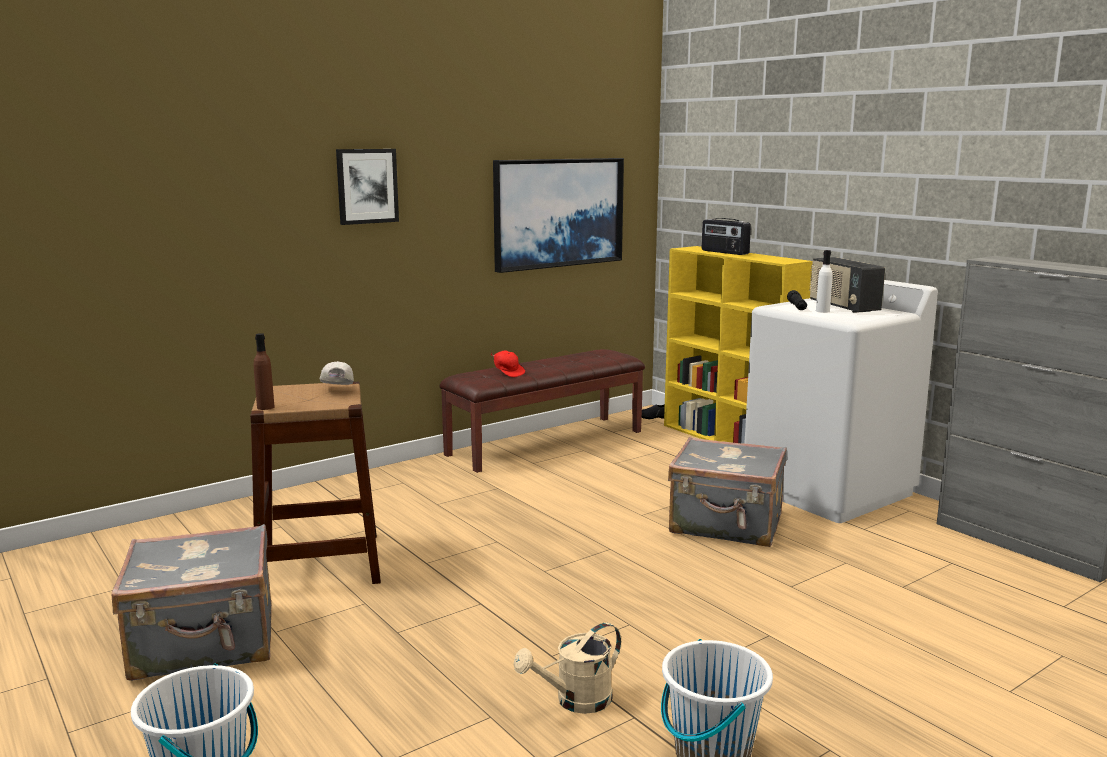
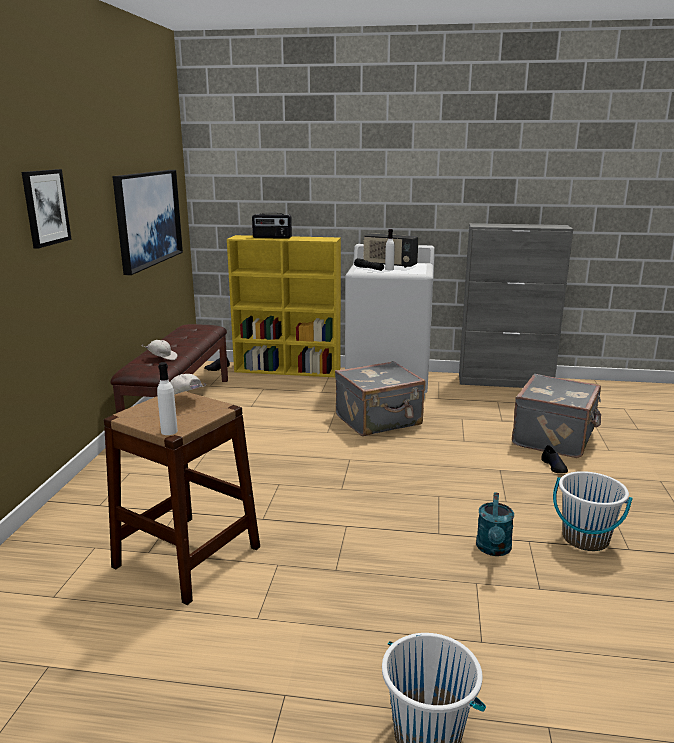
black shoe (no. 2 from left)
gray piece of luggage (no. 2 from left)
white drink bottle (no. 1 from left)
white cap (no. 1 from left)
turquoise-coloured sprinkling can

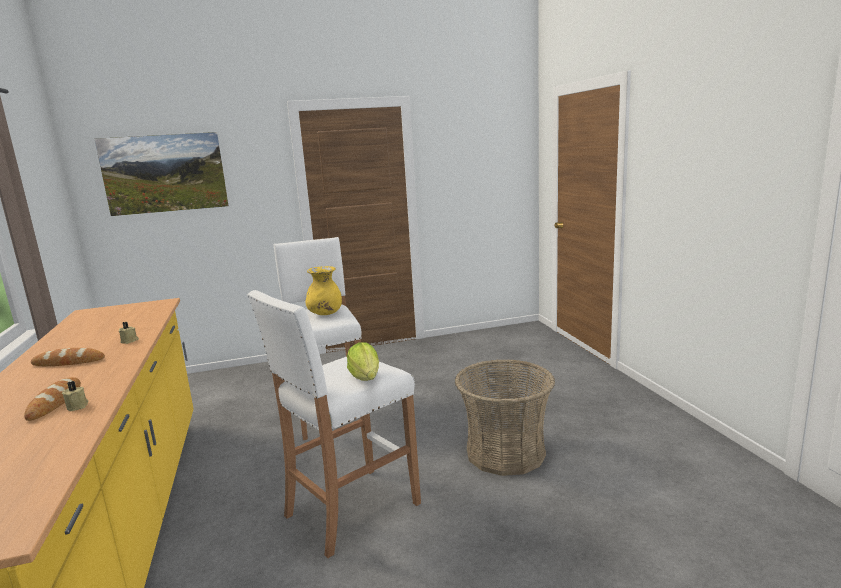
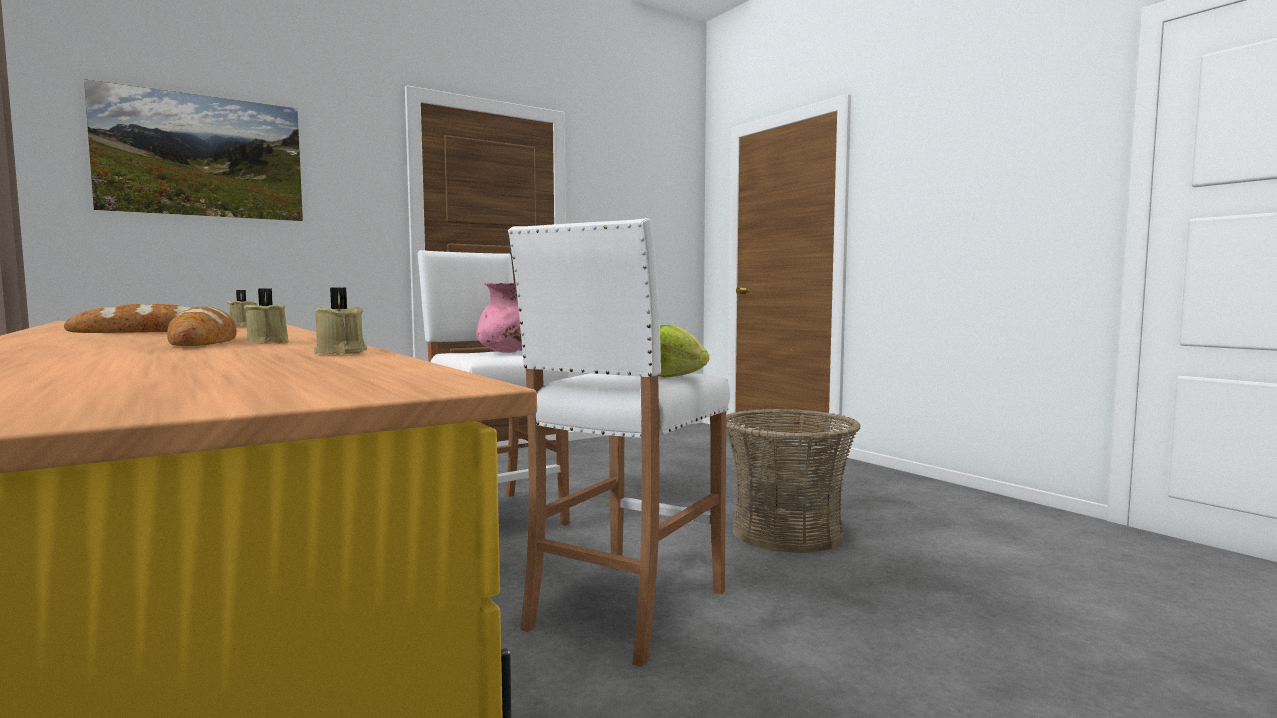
beige-coloured wax candle (no. 3 from left)
pink flower vase

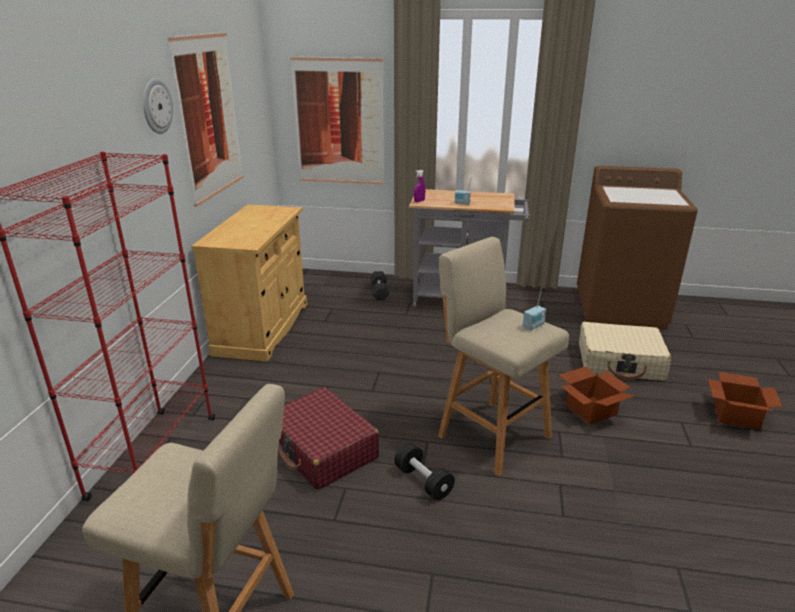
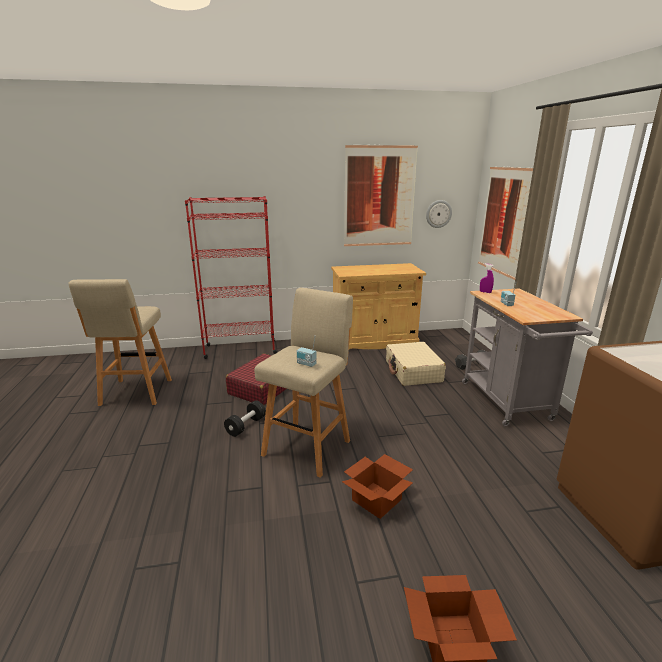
hanging clock
beige-coloured piece of luggage

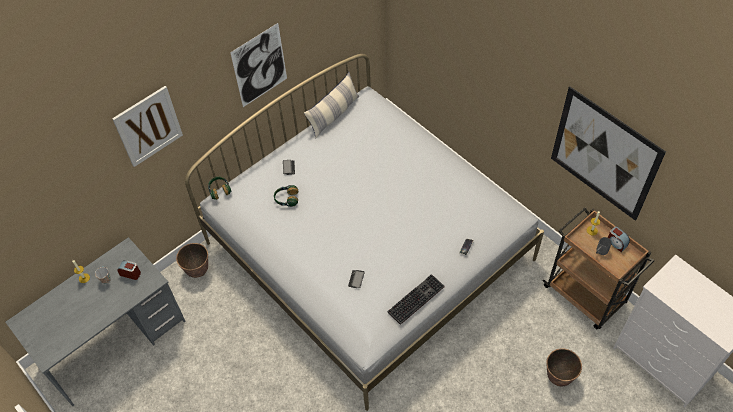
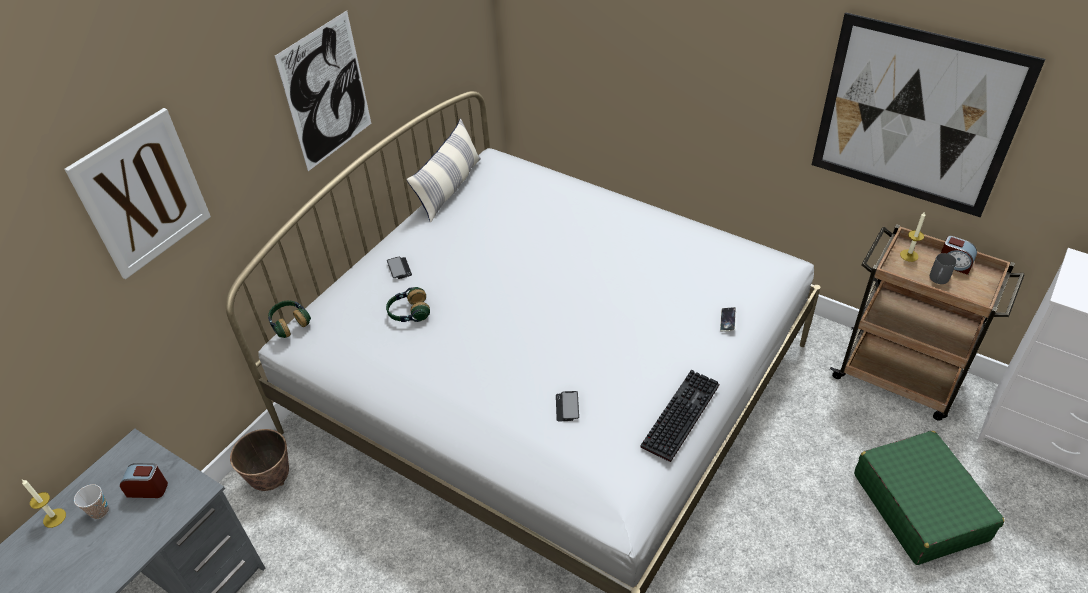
green-coloured piece of luggage

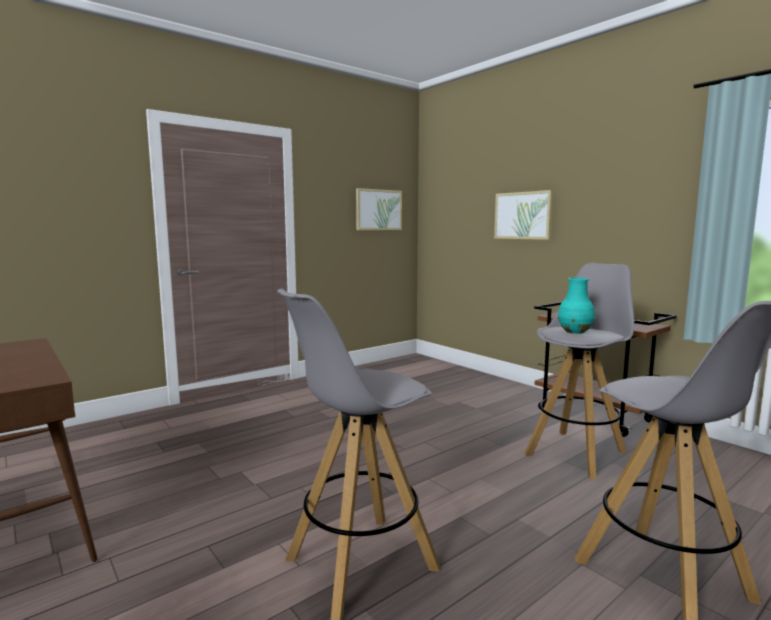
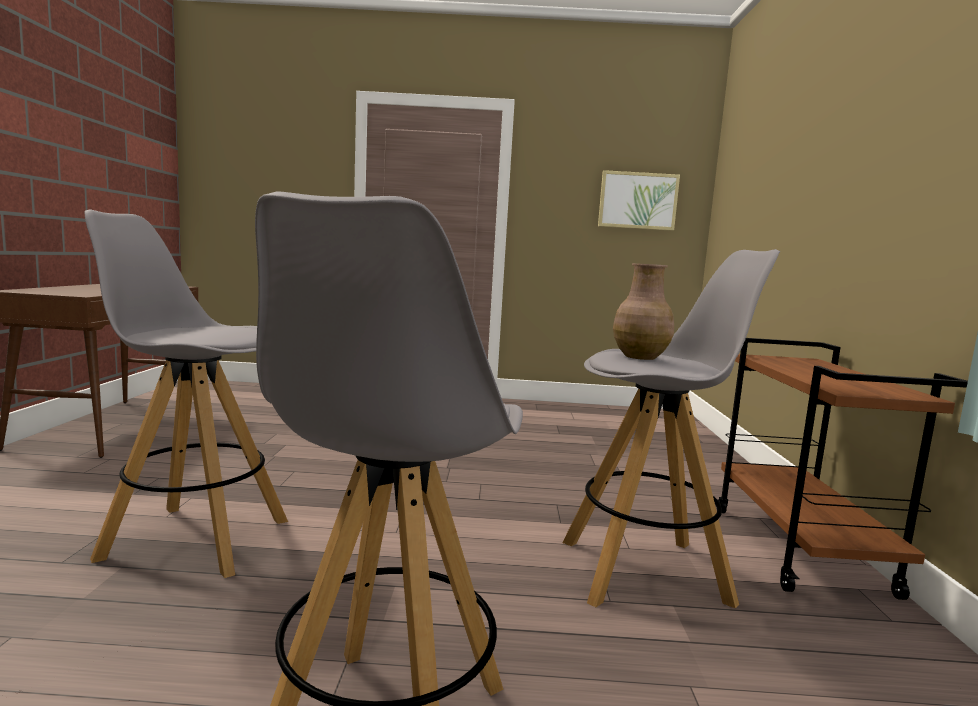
wall art (no. 2 from left in the first image)
brown-coloured flower vase

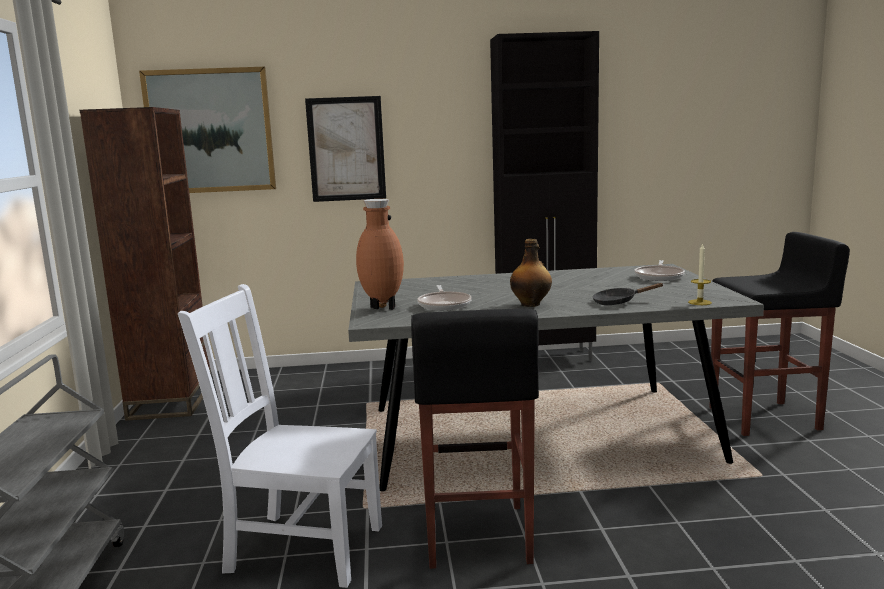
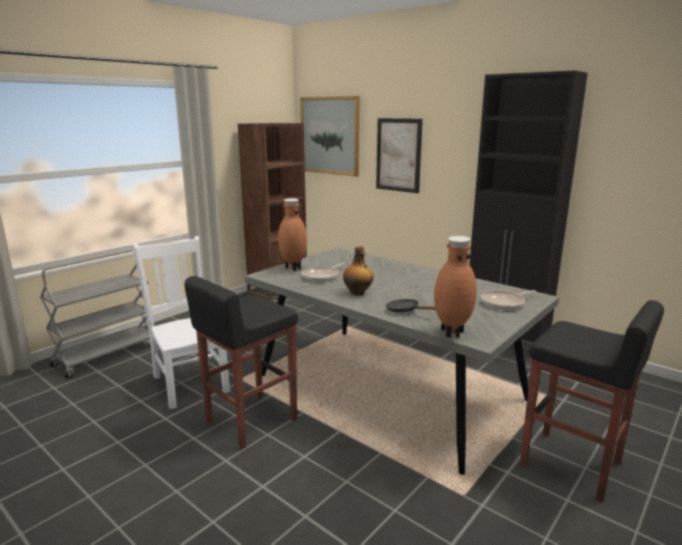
brown-coloured flower vase (no. 2 from left)

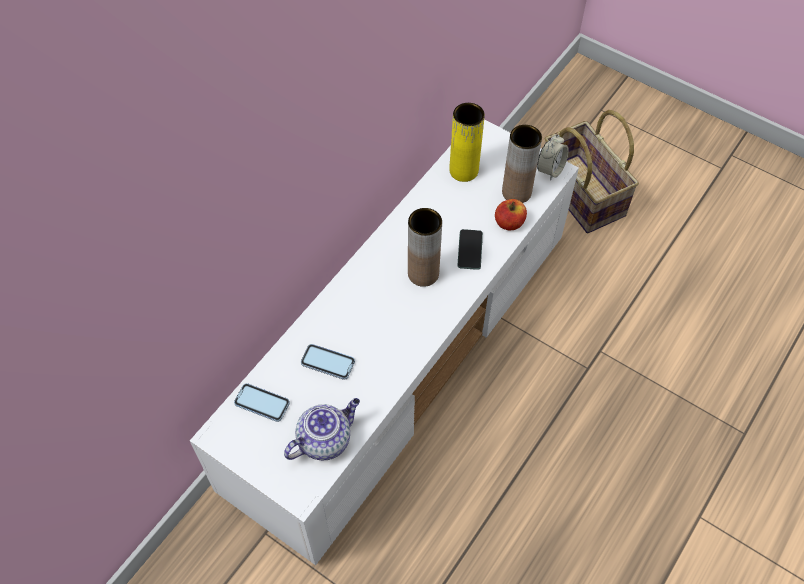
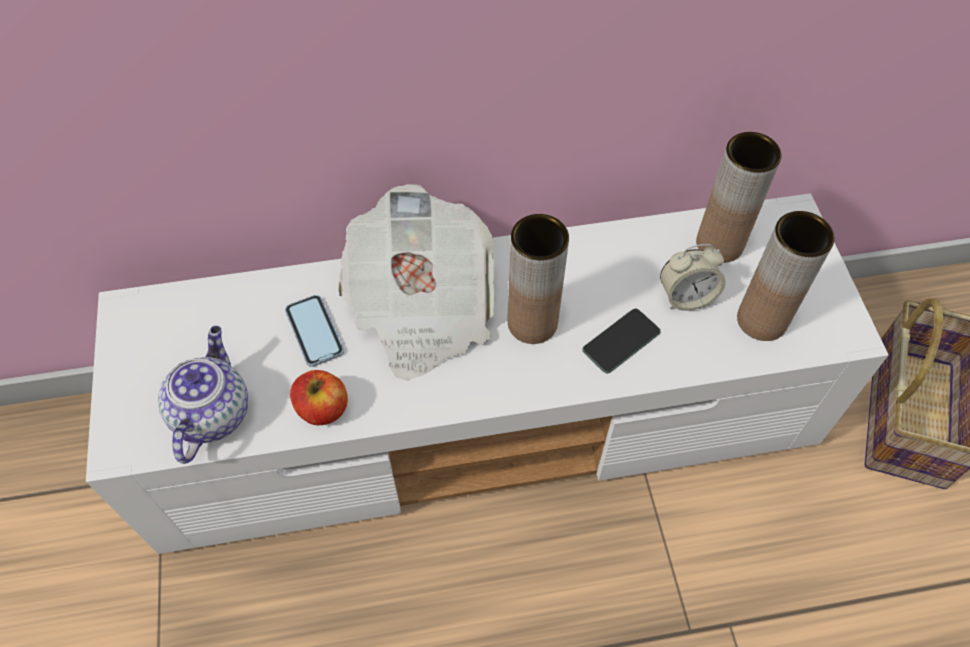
handset (no. 1 from left in the first image)
daily paper
apple fruit
bedside clock
brown-coloured flower vase (no. 2 from left)
tea pot

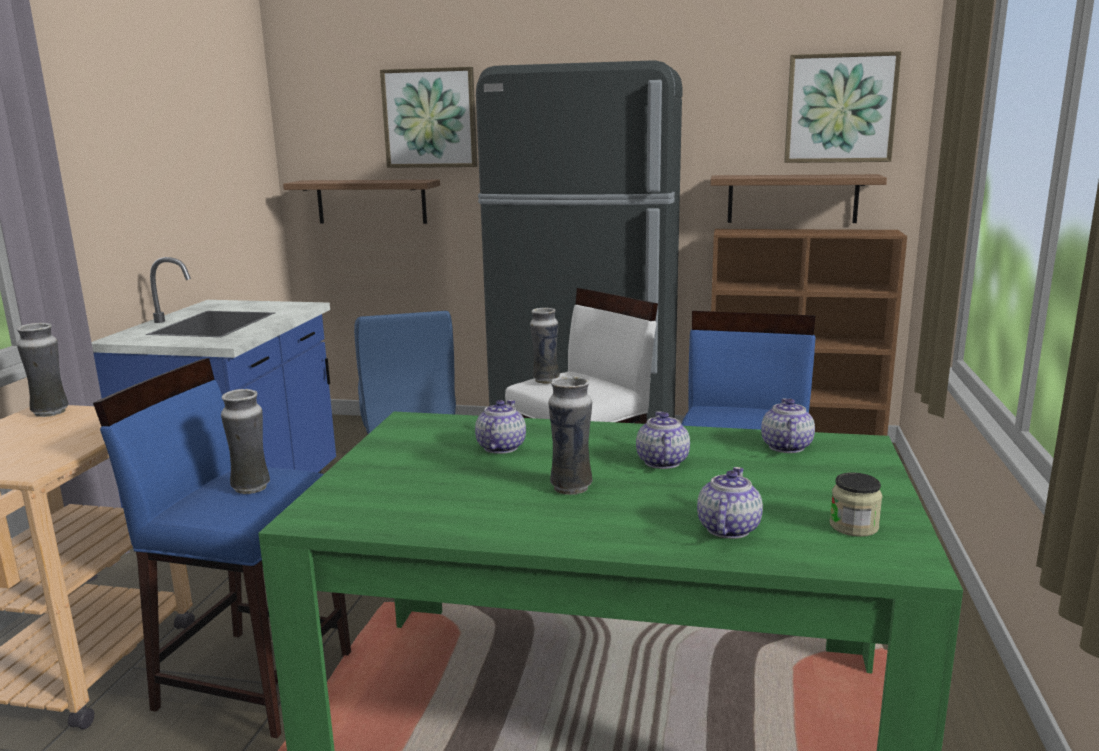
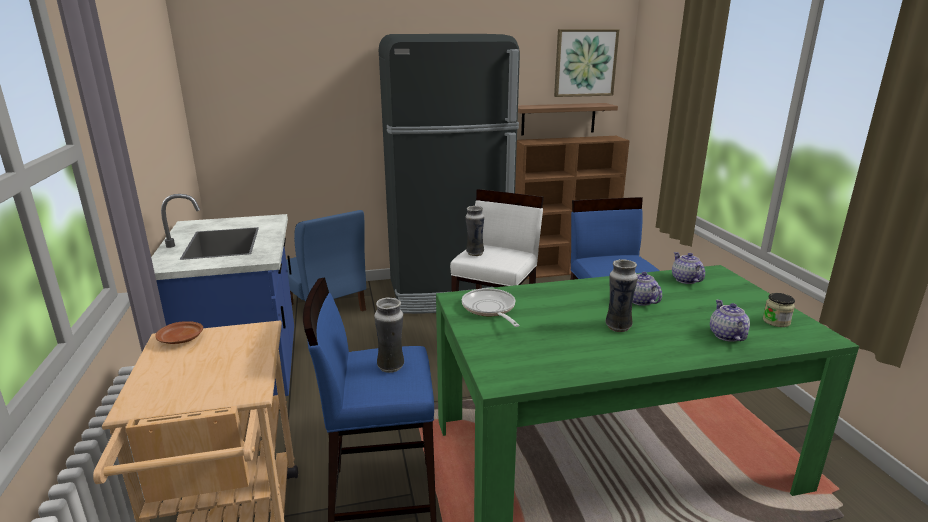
wall shelf (no. 1 from left in the first image)
wall art (no. 1 from left in the first image)
tea pot (no. 1 from left in the first image)
pan
brown-coloured plate

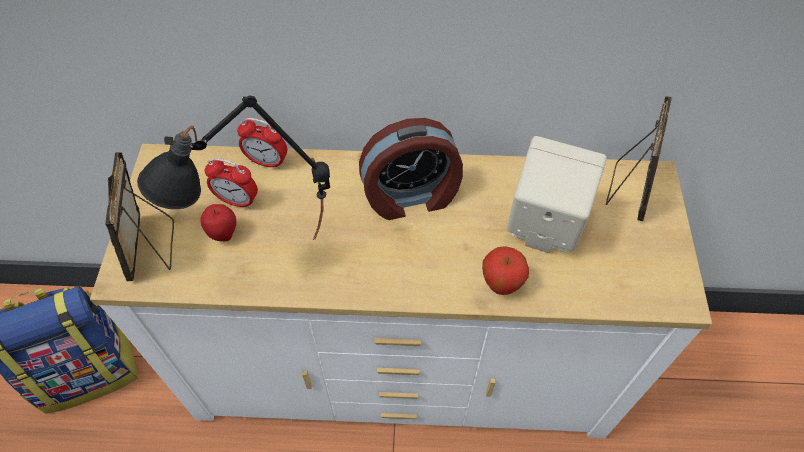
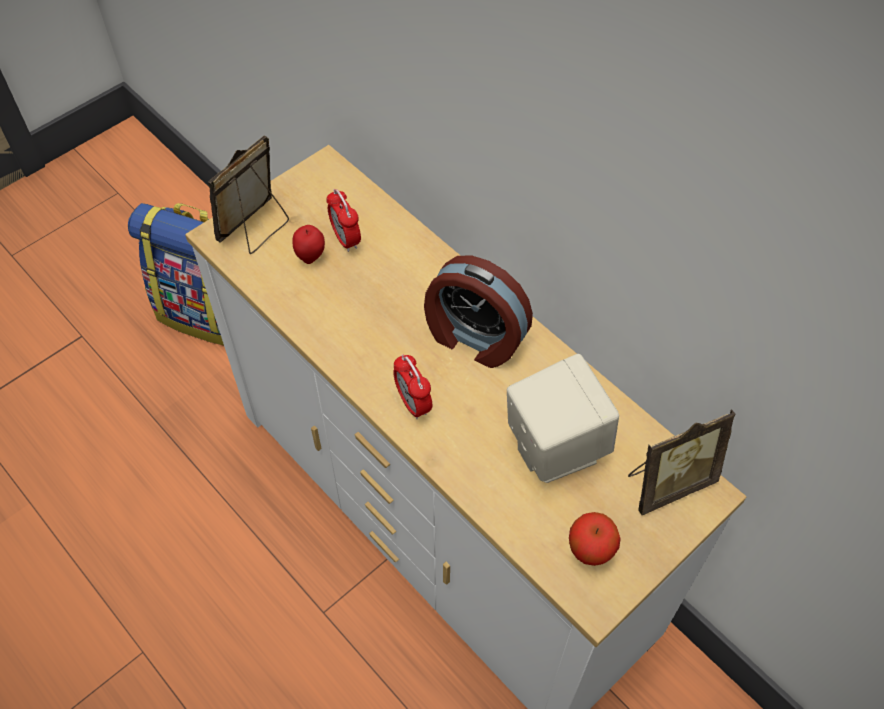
black lamp for a table
bedside clock (no. 2 from left)
apple fruit (no. 2 from left)

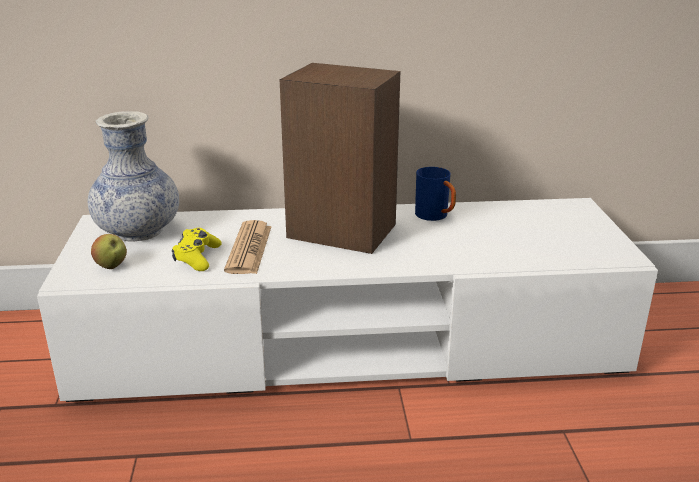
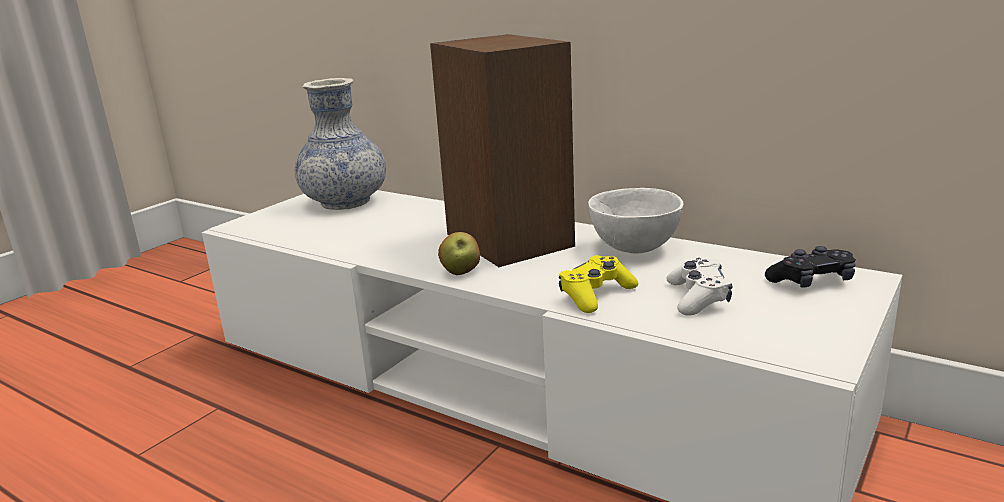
daily paper
white game controller
black game controller
apple fruit
yellow game controller
white serving bowl

